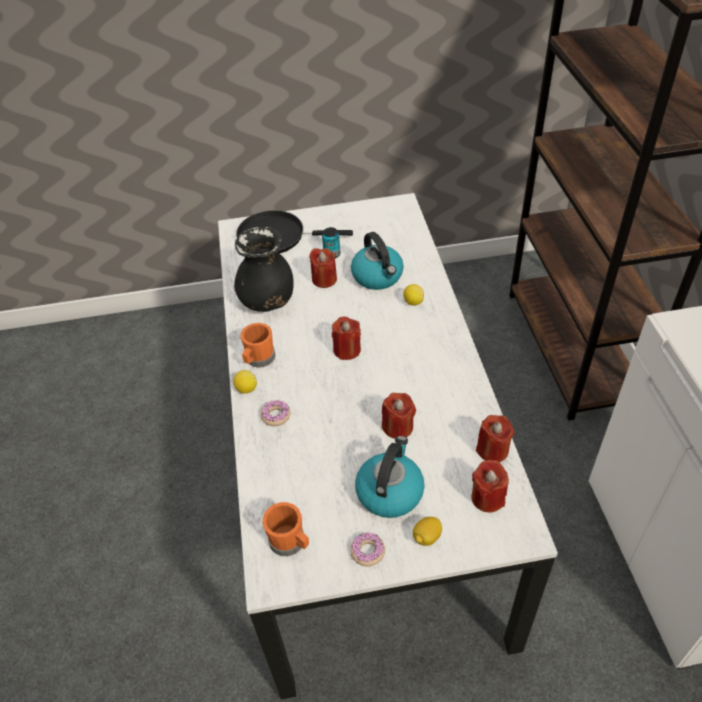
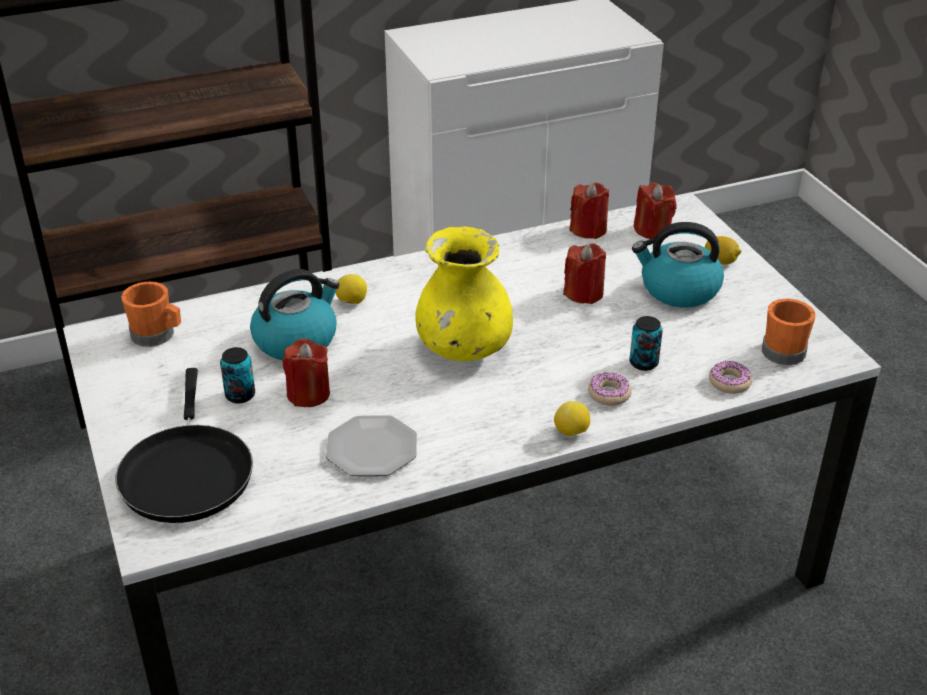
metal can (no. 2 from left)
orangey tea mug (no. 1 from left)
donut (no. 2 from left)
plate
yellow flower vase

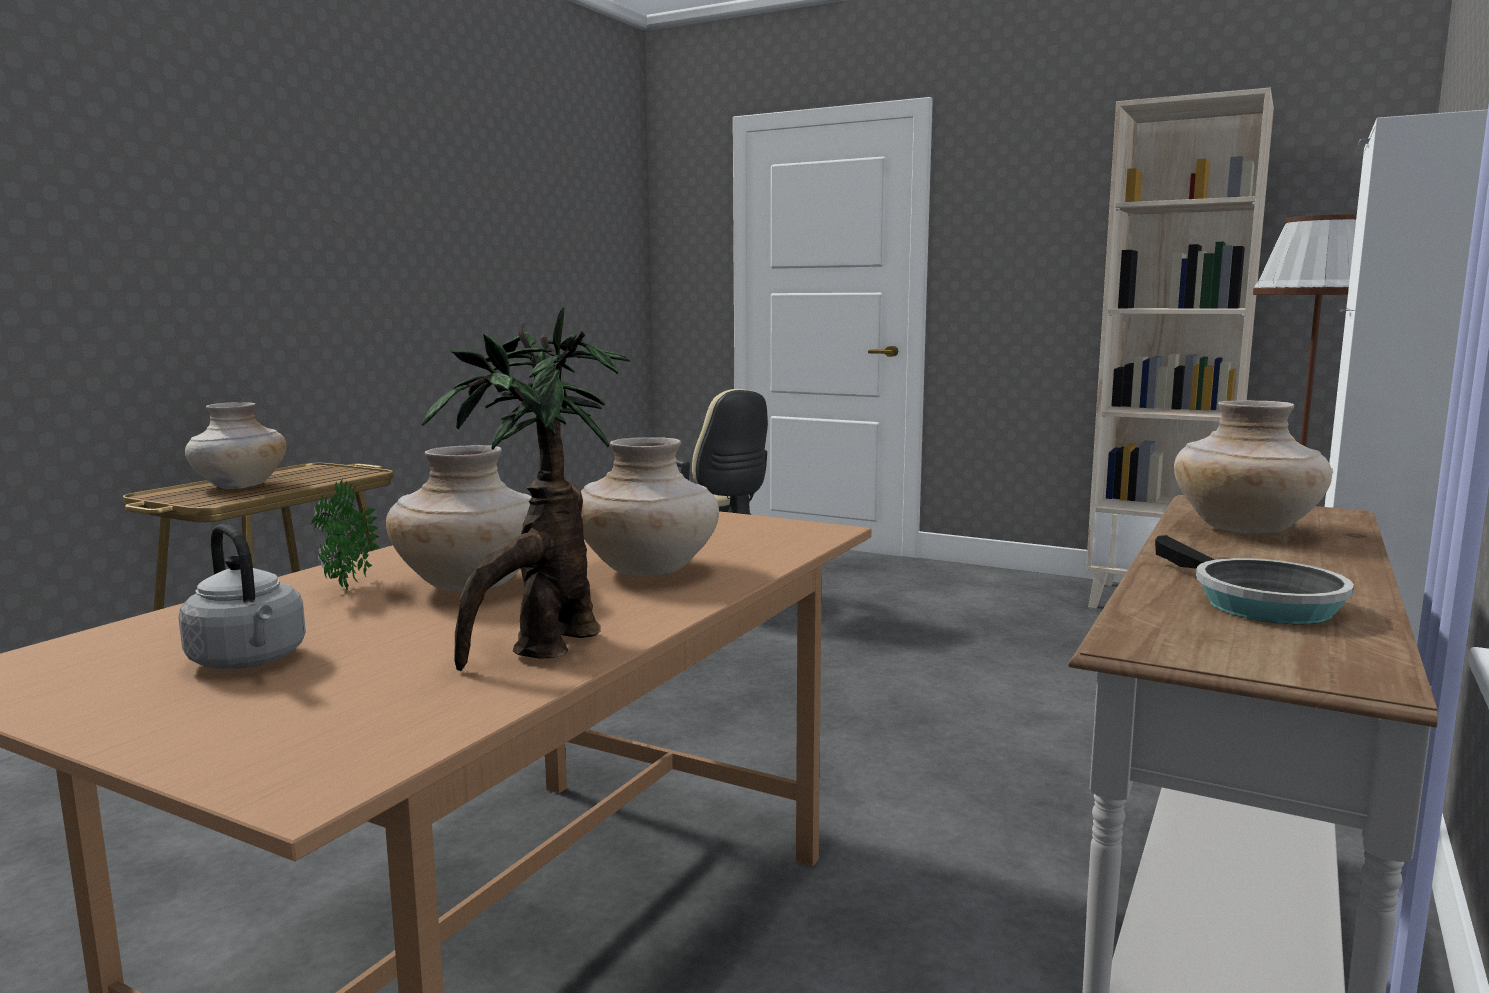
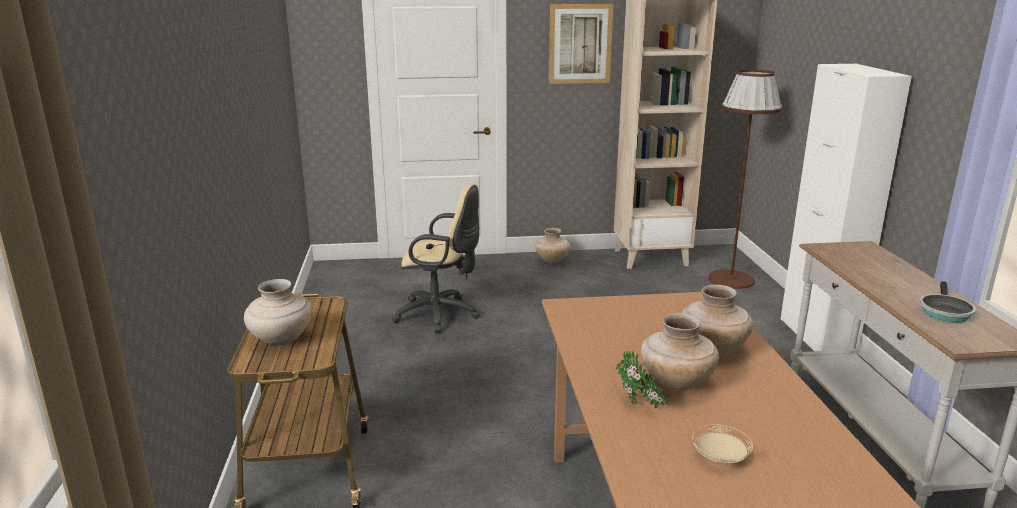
houseplant (no. 2 from left in the first image)
wall art
beige-coloured flower vase (no. 2 from left)
beige-coloured plate
pan

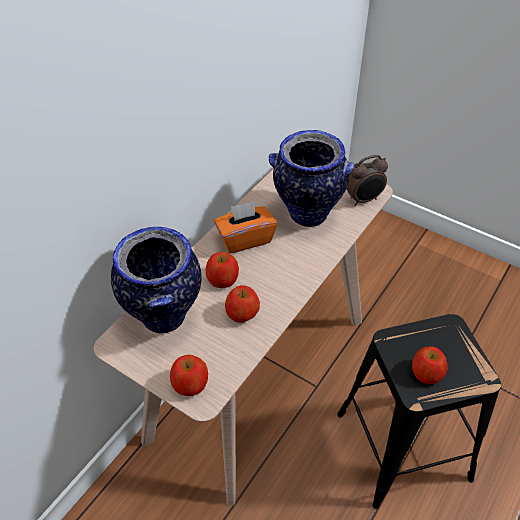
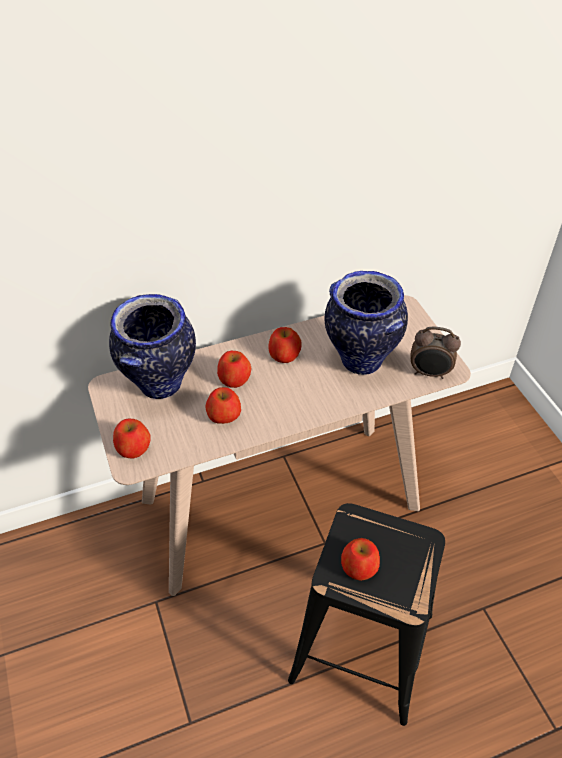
apple fruit (no. 4 from left)

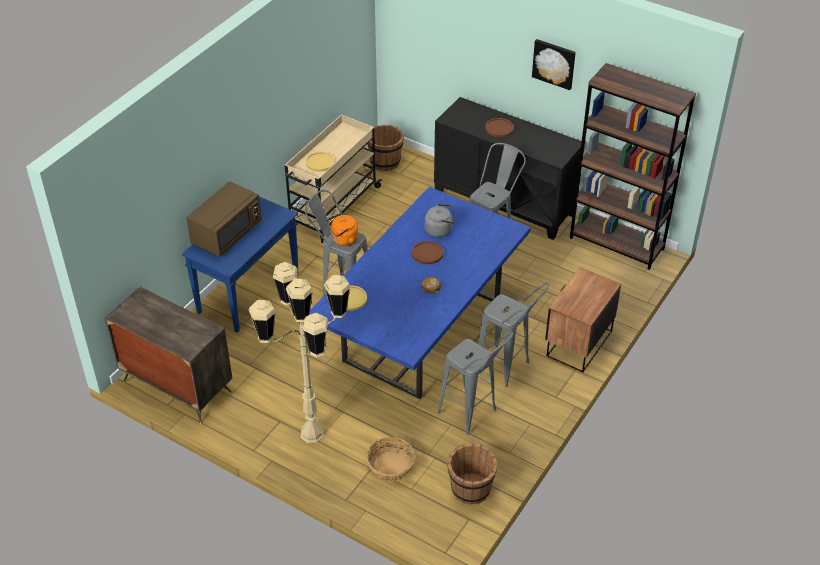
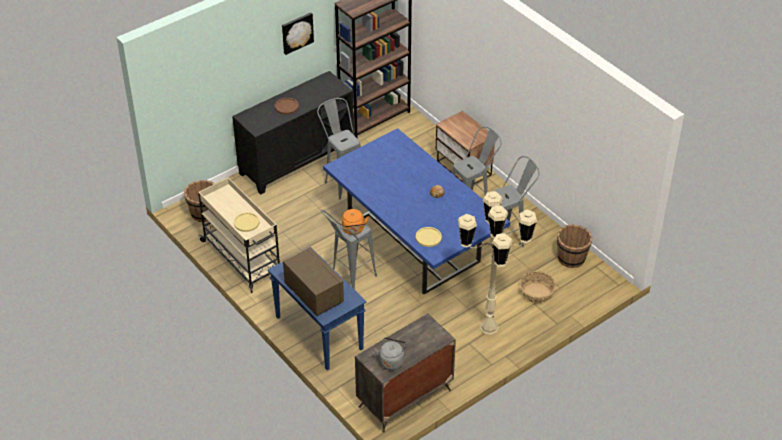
brown-coloured plate (no. 1 from left in the first image)
gray water kettle

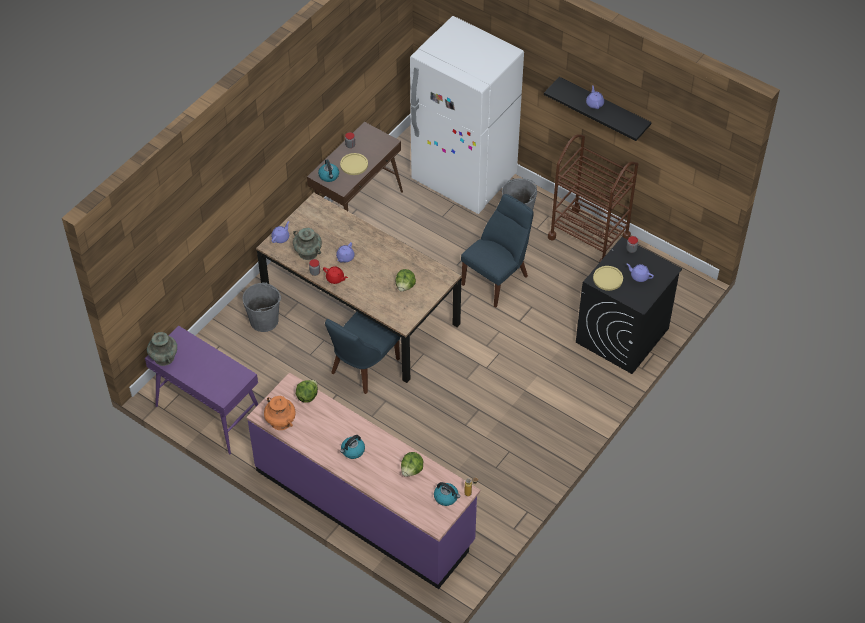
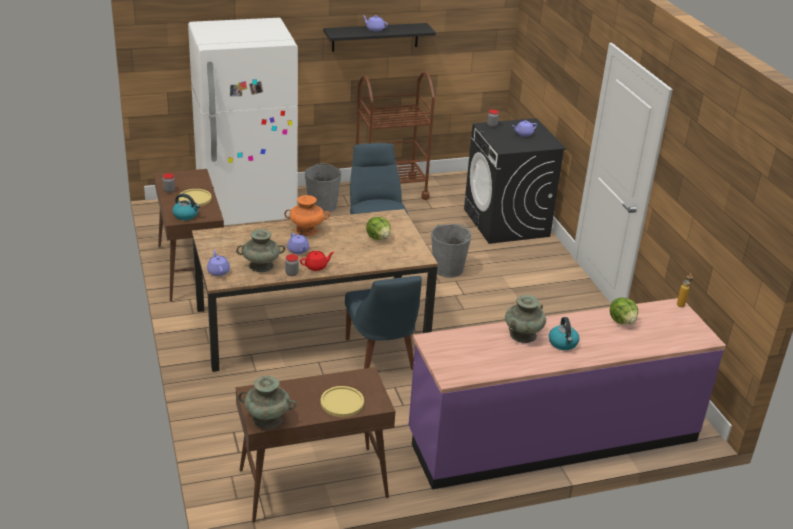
lettuce (no. 1 from left in the first image)
water kettle (no. 3 from left in the first image)
turquoise-coloured flower vase (no. 3 from left)
gray water bucket (no. 2 from left)
orangey flower vase
yellow plate (no. 2 from left)
brown-coloured hall table (no. 2 from left)

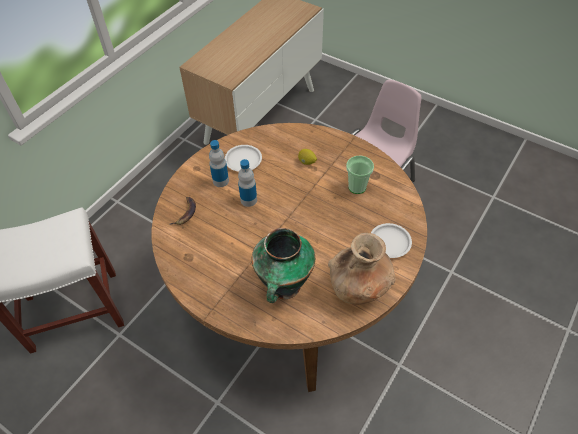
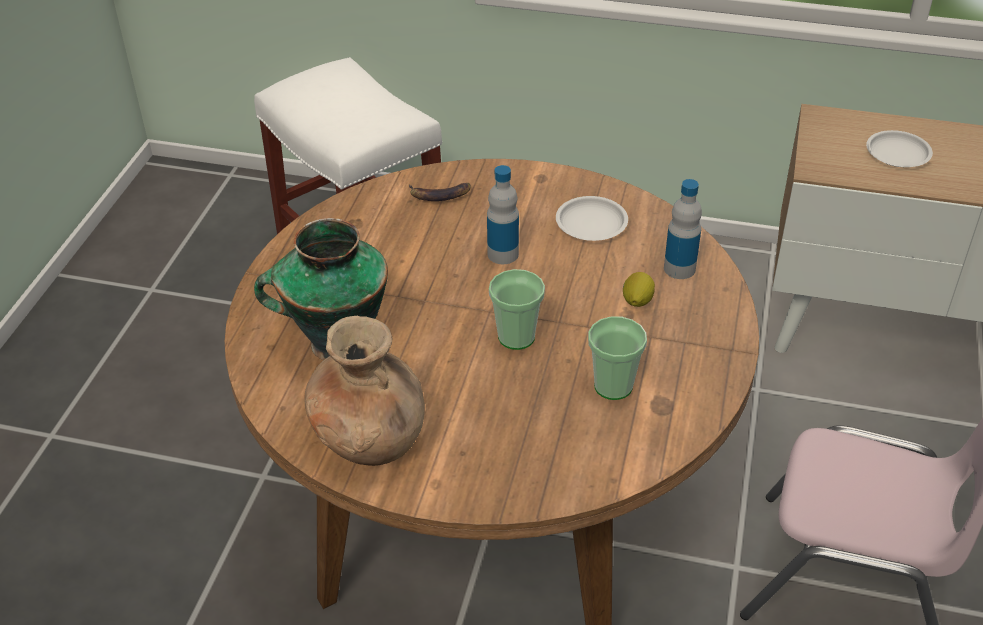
drinking cup (no. 1 from left)
drink bottle (no. 2 from left)
white plate (no. 2 from left)

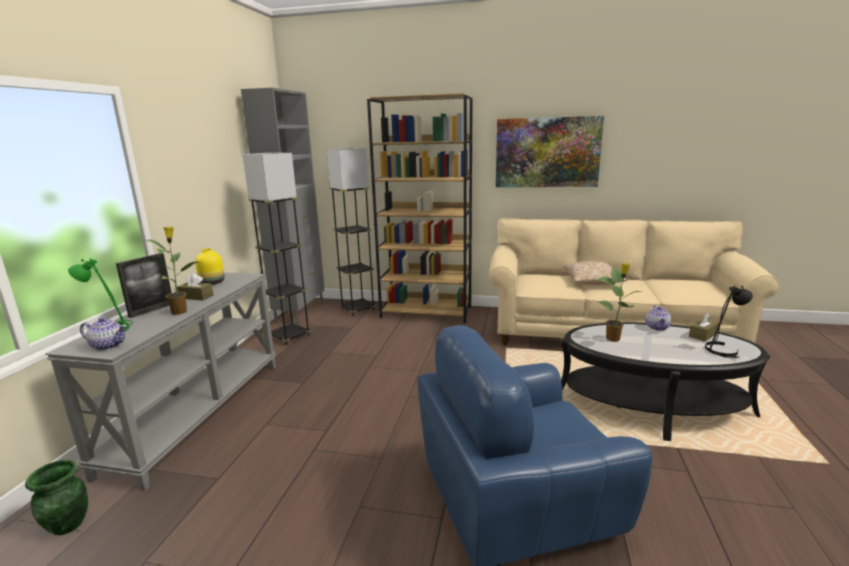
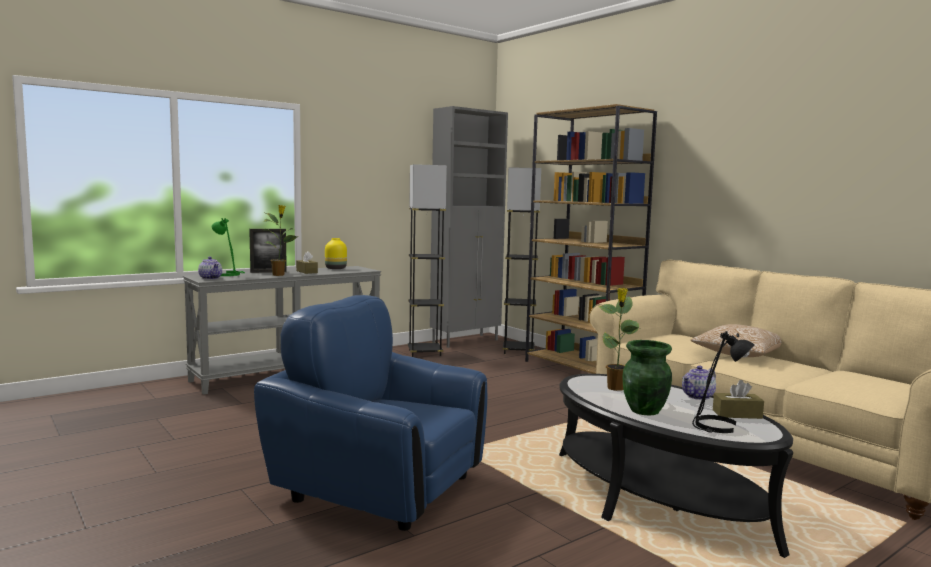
wall art
green-coloured flower vase

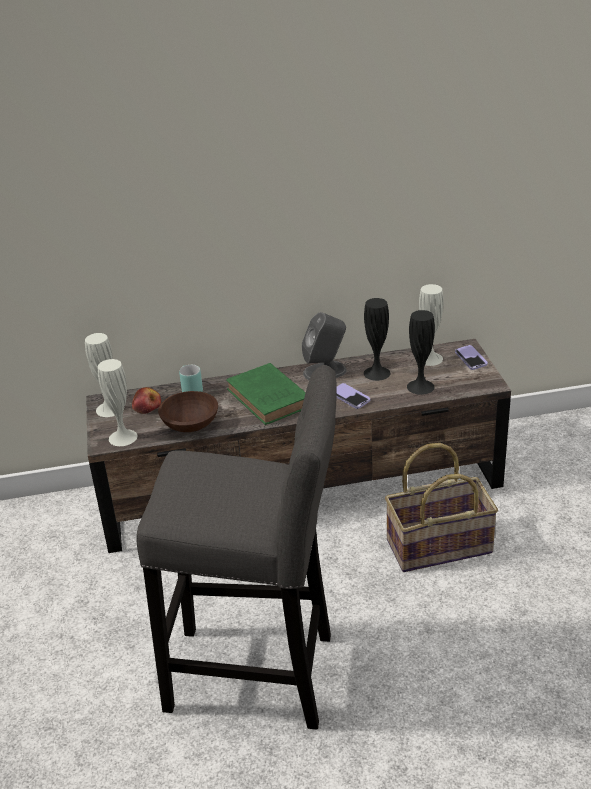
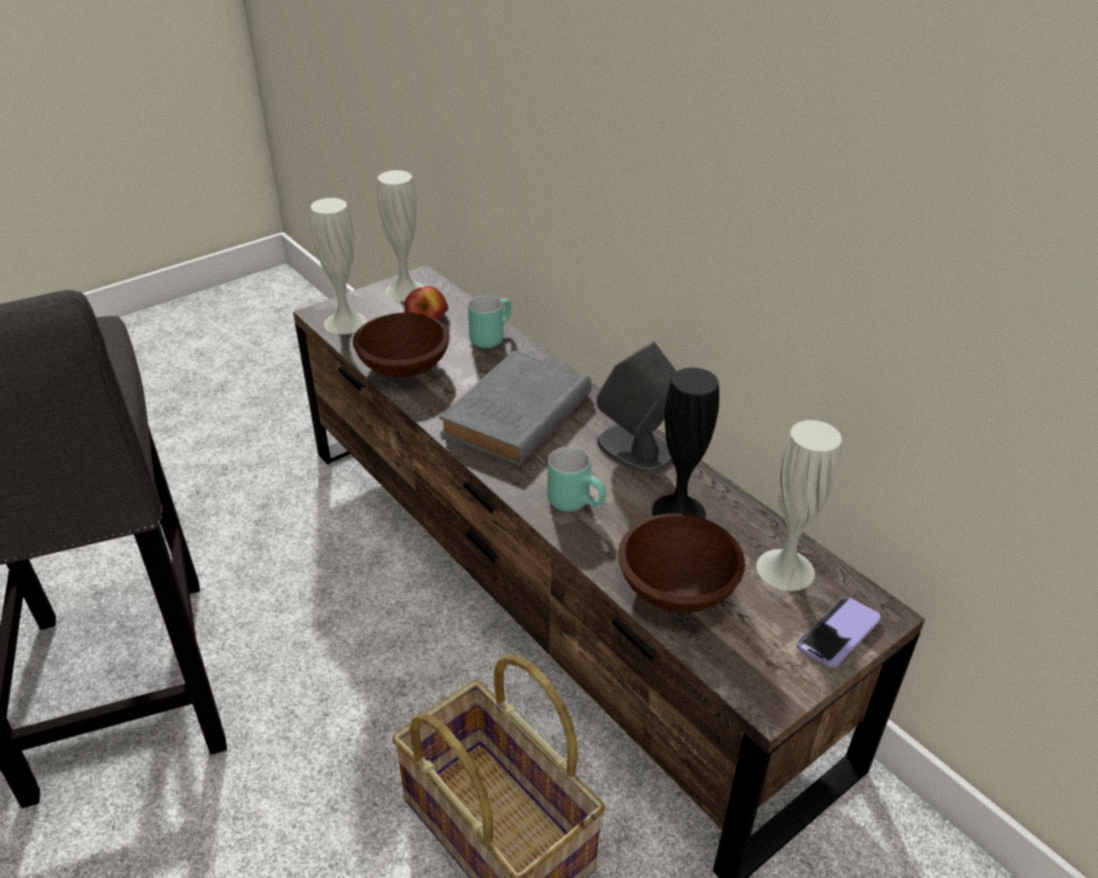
turquoise-coloured tea mug (no. 2 from left)
brown-coloured serving bowl (no. 2 from left)
gray book

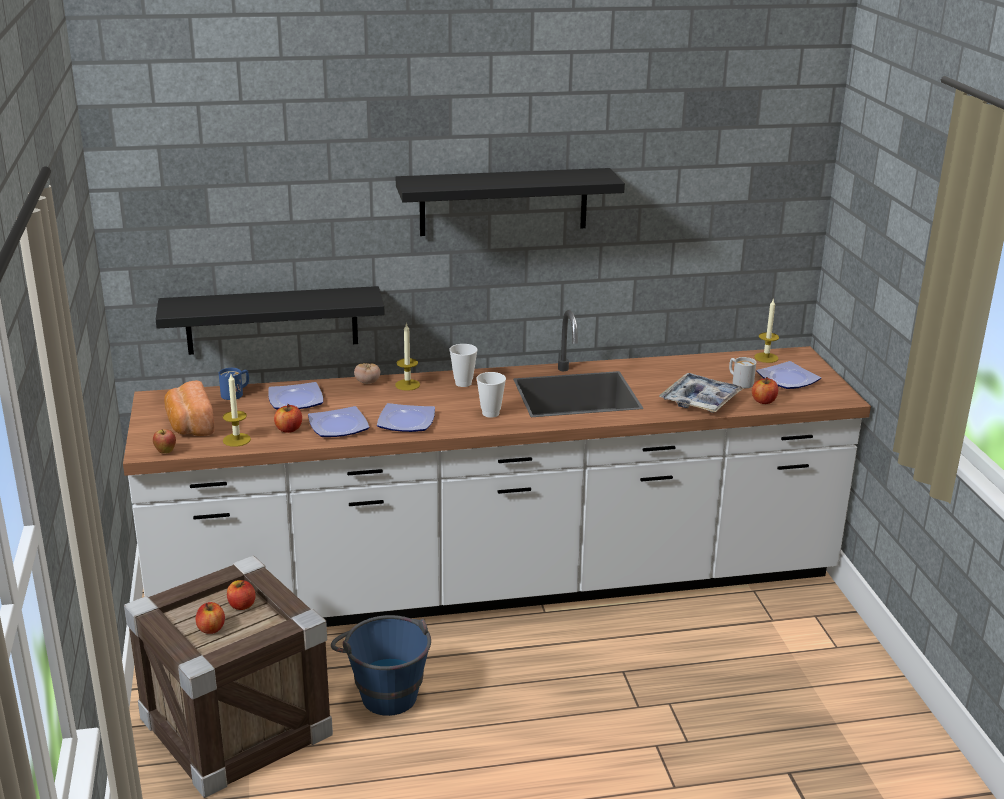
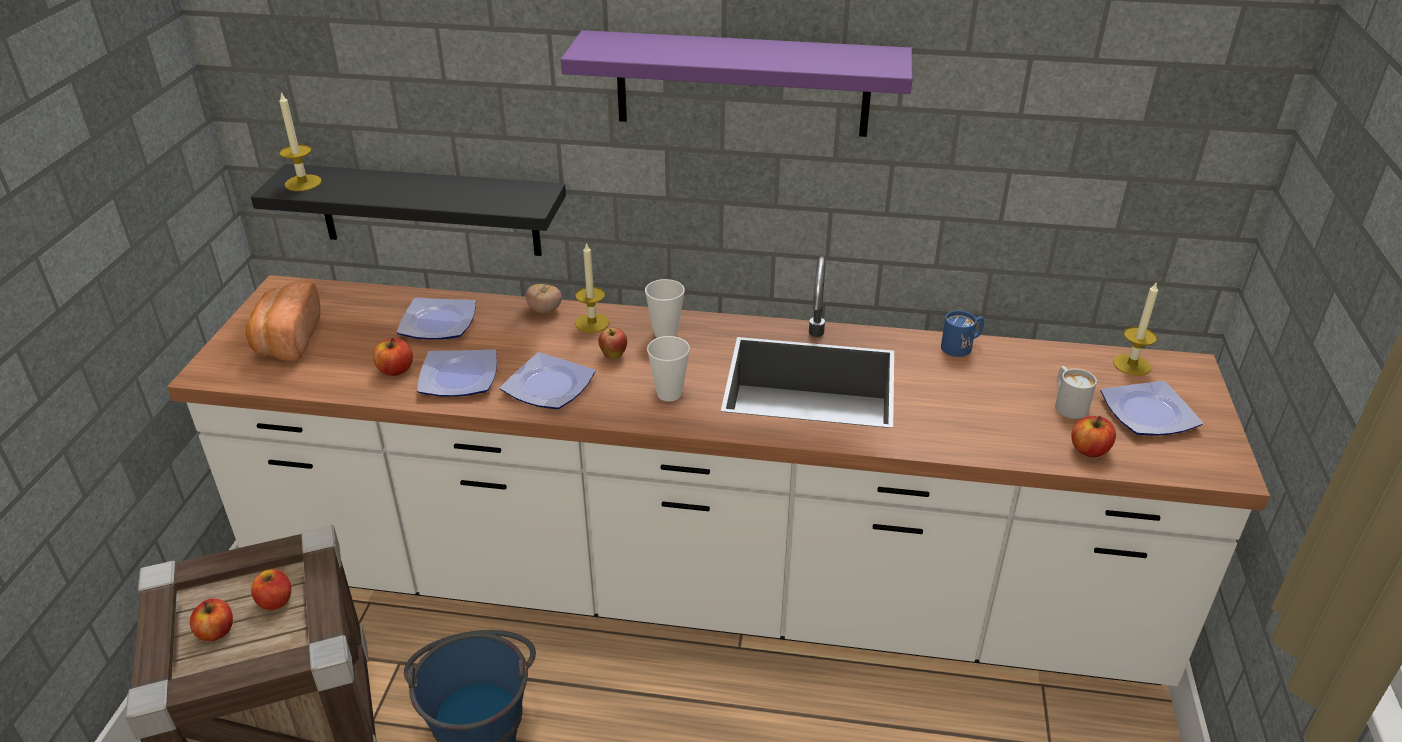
carrying tray
apple fruit (no. 4 from left)
blue-coloured tea mug
wax candle (no. 1 from left)
purplish wall shelf

